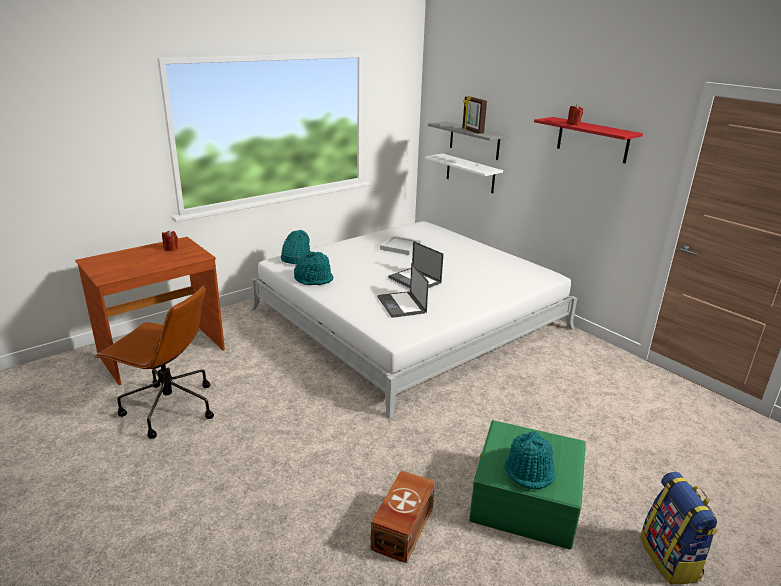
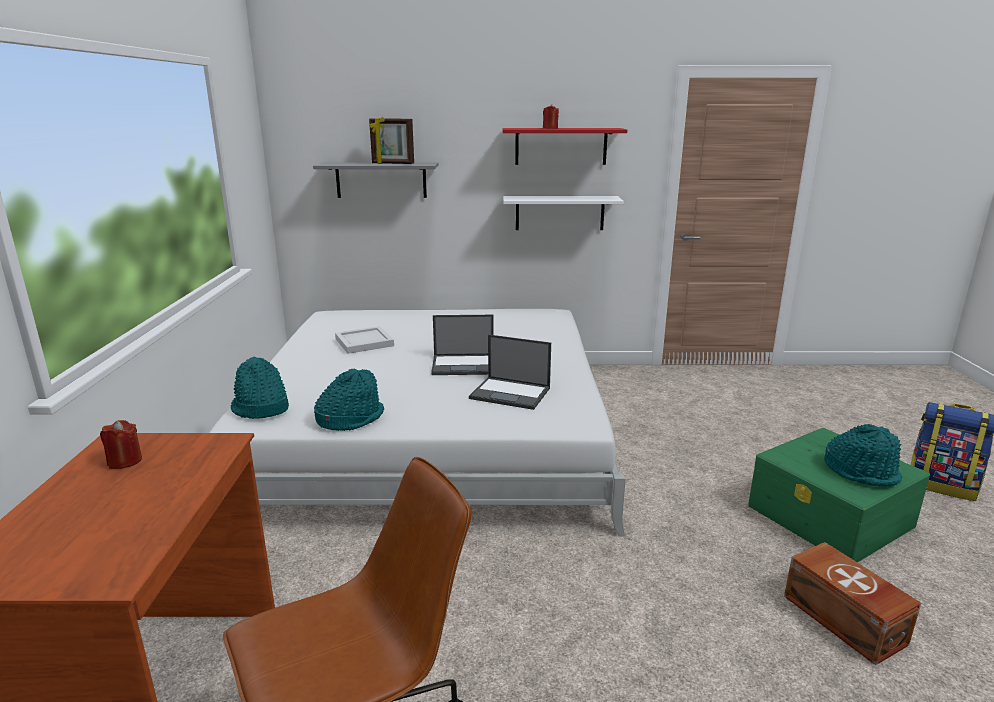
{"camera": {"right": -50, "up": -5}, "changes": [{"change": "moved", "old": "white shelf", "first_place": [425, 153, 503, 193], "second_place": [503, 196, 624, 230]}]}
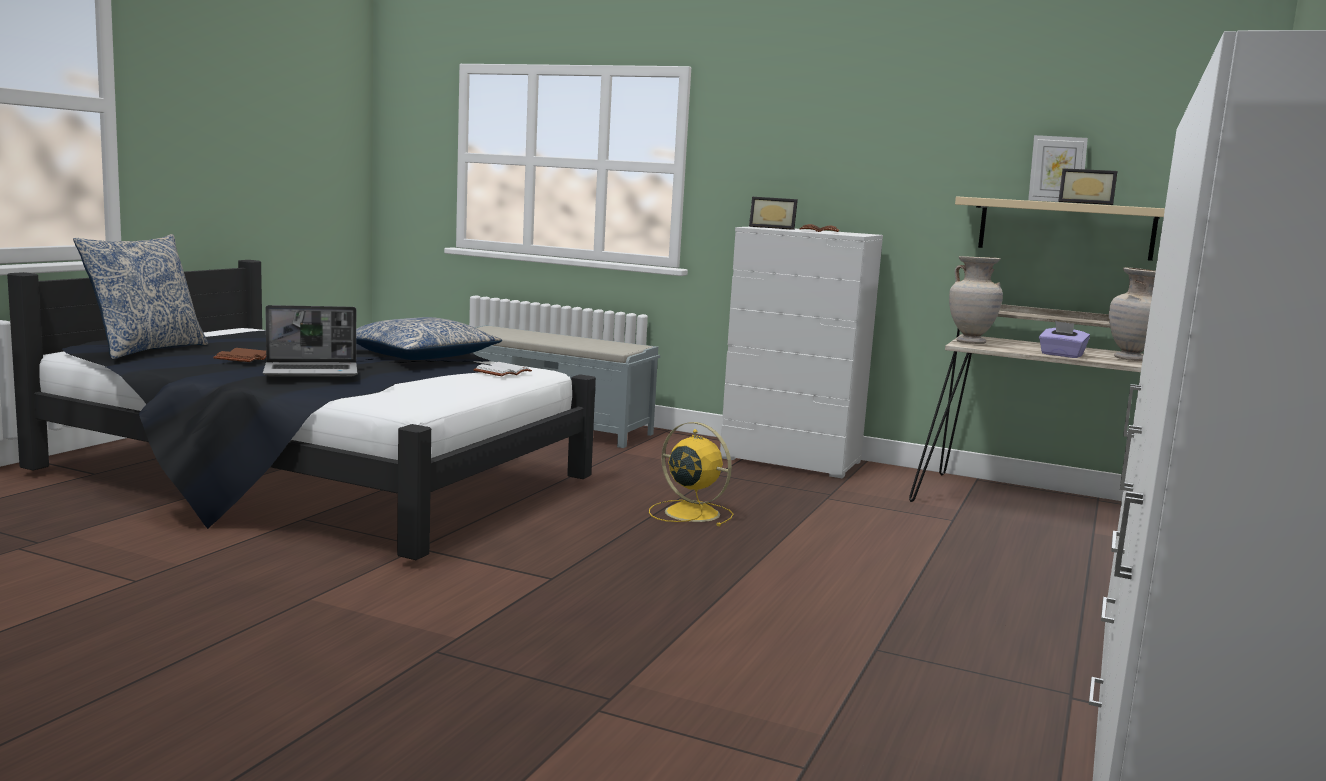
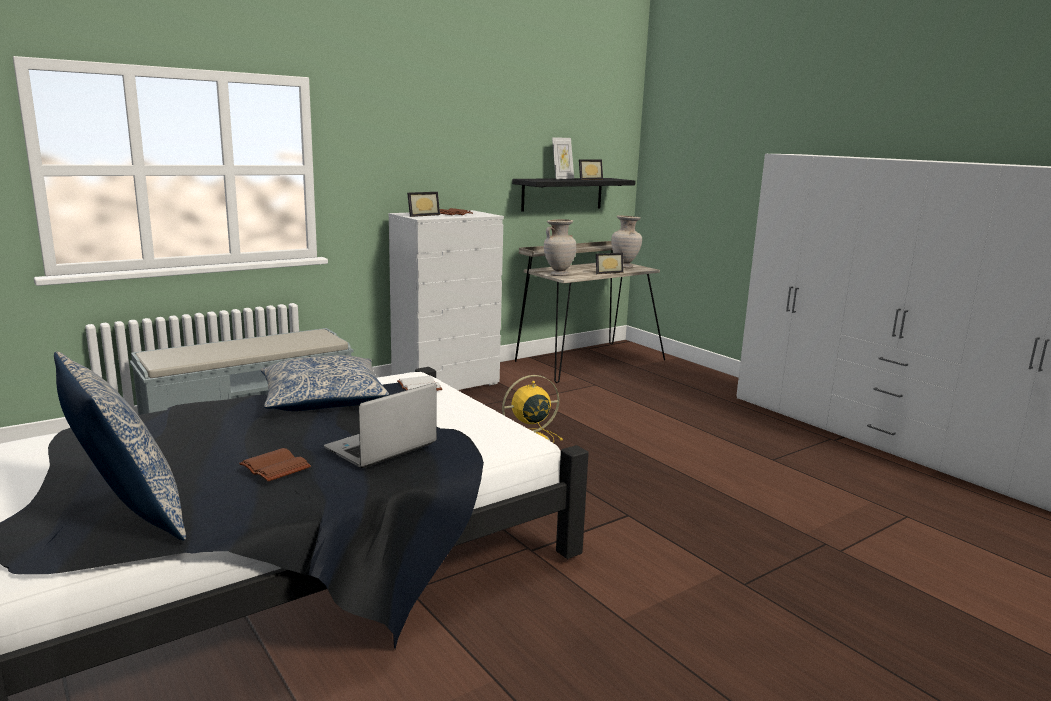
{"camera": {"right": -60, "up": 5}, "changes": [{"change": "replaced", "old": "purple tissue box", "new": "picture frame", "first_place": [1039, 321, 1090, 358], "second_place": [596, 253, 624, 274]}, {"change": "recoloured", "old": "beige shelf", "new": "black shelf", "first_place": [955, 196, 1165, 261], "second_place": [512, 178, 635, 212]}, {"change": "turned", "old": "laptop", "first_place": [263, 305, 358, 376], "second_place": [324, 383, 437, 468], "degrees": -150}]}
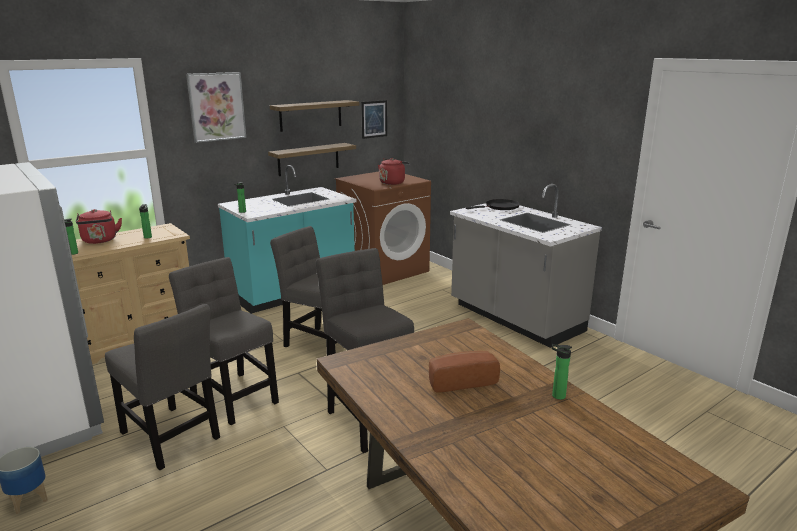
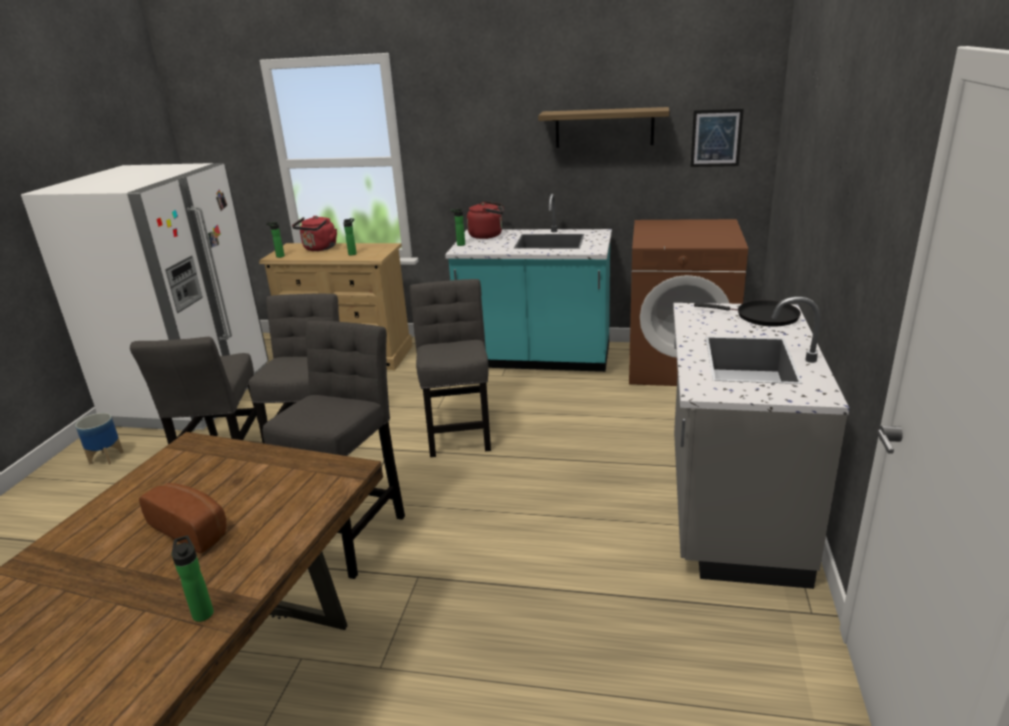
{"camera": {"right": 50, "up": 5}, "changes": [{"change": "removed", "old": "picture", "first_place": [186, 72, 246, 143]}, {"change": "removed", "old": "shelf", "first_place": [268, 143, 356, 176]}, {"change": "moved", "old": "red kettle", "first_place": [378, 158, 410, 185], "second_place": [467, 201, 504, 239]}]}
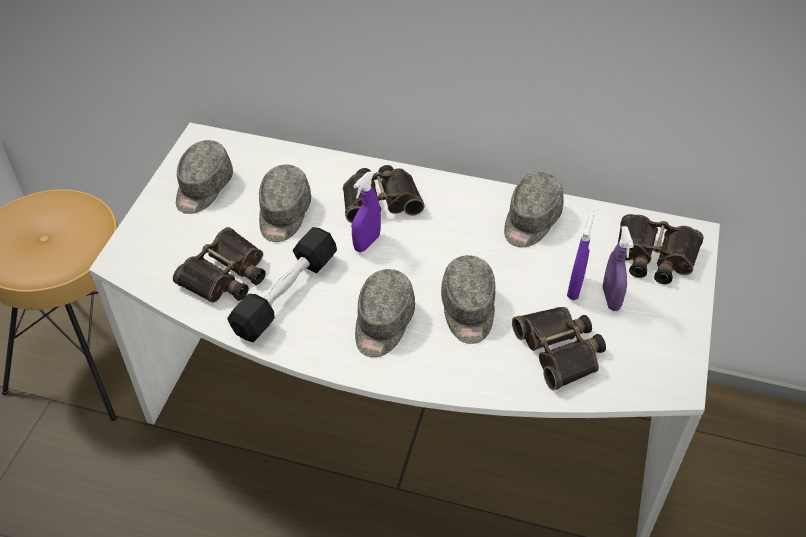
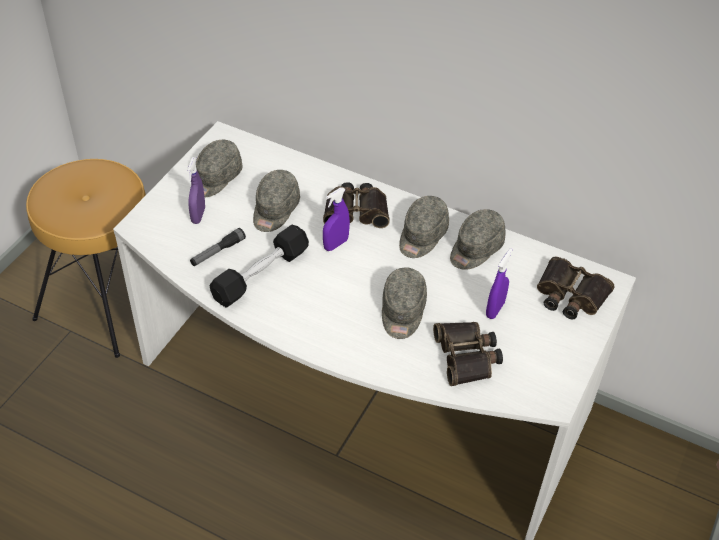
{"camera": {"right": 10, "up": 0}, "changes": [{"change": "moved", "old": "grey cap", "first_place": [355, 269, 415, 357], "second_place": [399, 196, 449, 258]}, {"change": "moved", "old": "purple spray bottle", "first_place": [603, 226, 634, 311], "second_place": [187, 157, 205, 224]}, {"change": "replaced", "old": "binoculars", "new": "flashlight", "first_place": [173, 227, 266, 303], "second_place": [190, 228, 246, 266]}]}
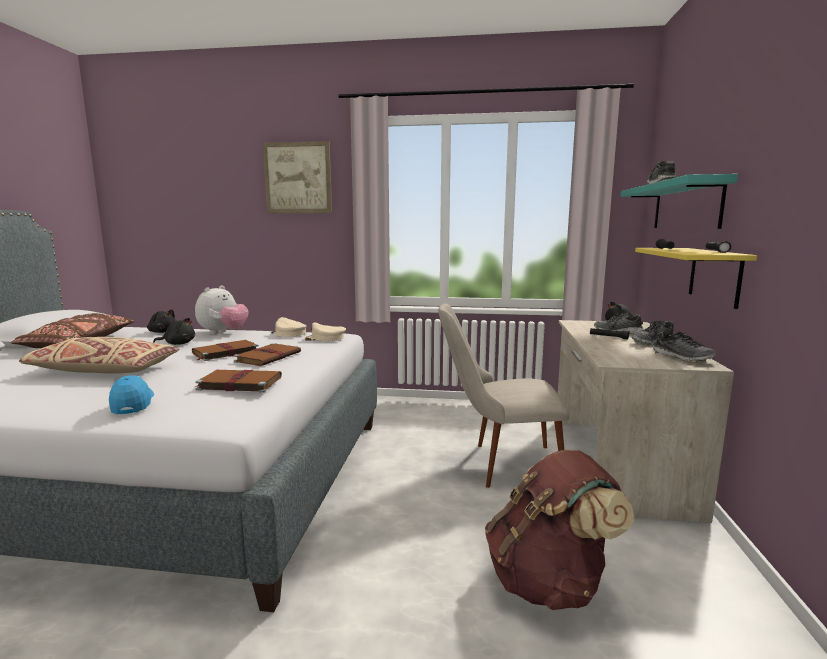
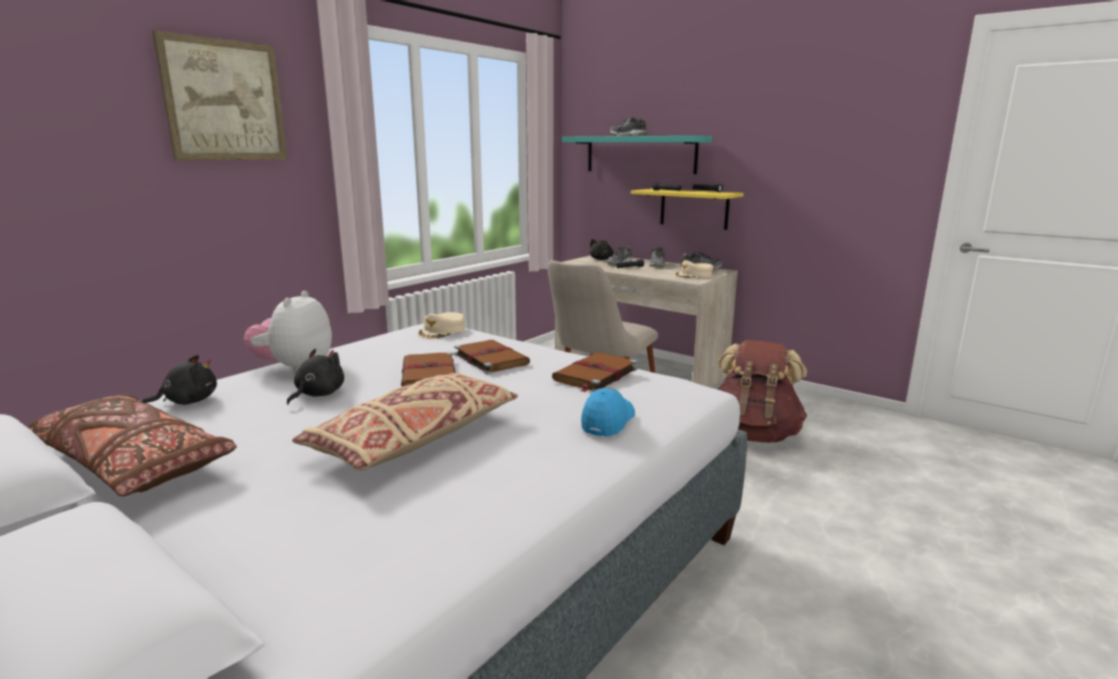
{"camera": {"right": -60, "up": 5}, "changes": [{"change": "moved", "old": "beige cap", "first_place": [271, 317, 306, 337], "second_place": [674, 260, 714, 278]}, {"change": "turned", "old": "blue cap", "first_place": [109, 375, 154, 414], "second_place": [581, 388, 635, 437], "degrees": 105}, {"change": "turned", "old": "plush toy", "first_place": [195, 285, 249, 334], "second_place": [244, 291, 332, 373], "degrees": -135}]}
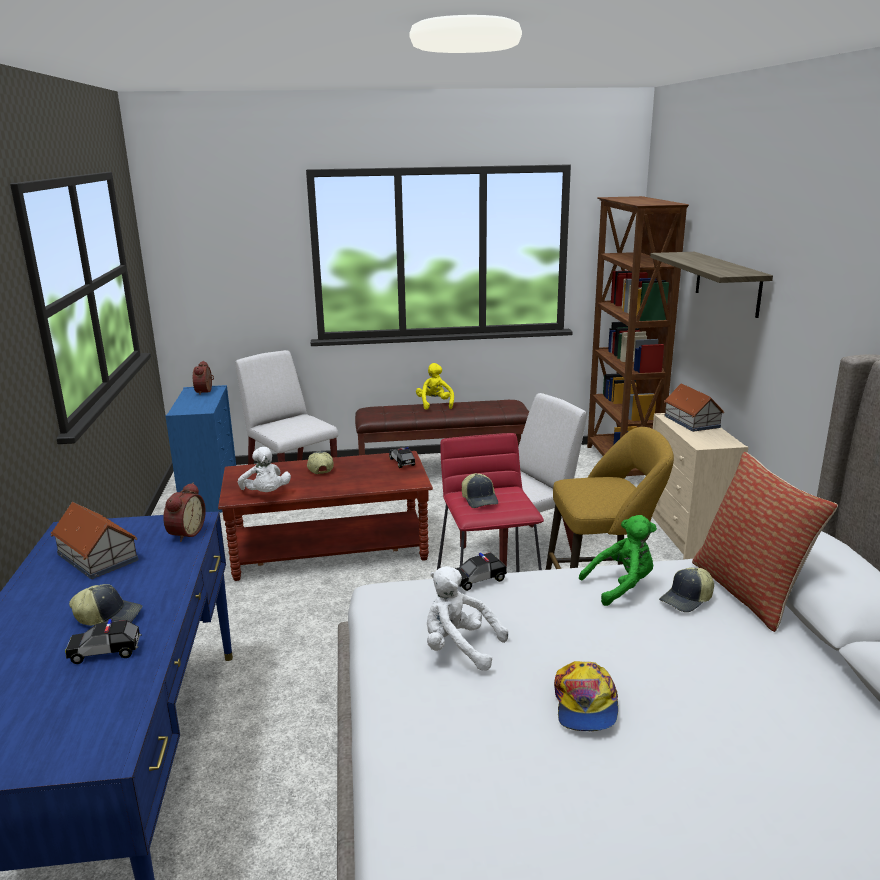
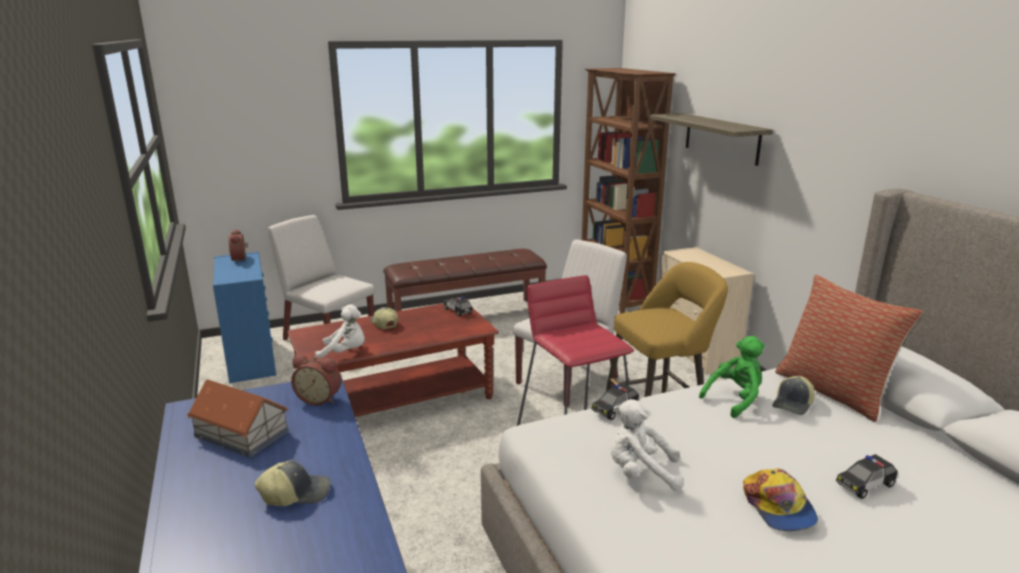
{"camera": {"right": -15, "up": 0}, "changes": [{"change": "removed", "old": "yellow plush toy", "first_place": [416, 363, 454, 410]}, {"change": "removed", "old": "cap", "first_place": [462, 473, 498, 508]}, {"change": "removed", "old": "toy house", "first_place": [664, 383, 724, 432]}, {"change": "moved", "old": "toy car", "first_place": [65, 619, 142, 664], "second_place": [836, 454, 898, 499]}, {"change": "turned", "old": "alarm clock", "first_place": [163, 482, 206, 542], "second_place": [291, 355, 341, 405], "degrees": 105}, {"change": "turned", "old": "white plush toy", "first_place": [238, 447, 291, 492], "second_place": [315, 304, 365, 358], "degrees": -45}]}
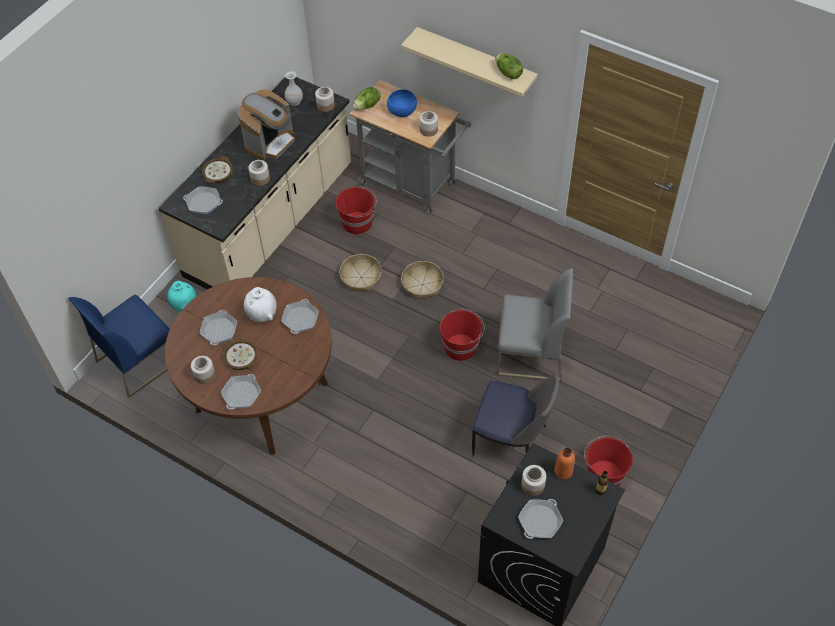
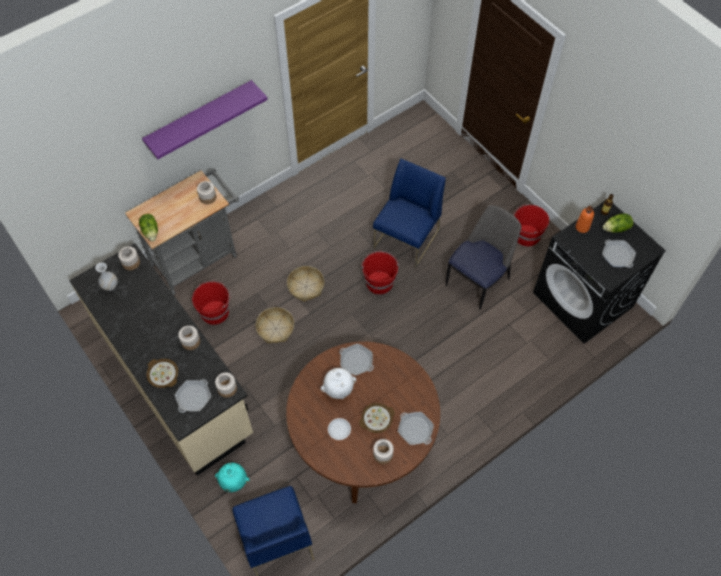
{"camera": {"right": -70, "up": 5}, "changes": [{"change": "removed", "old": "coffee machine", "first_place": [238, 89, 295, 161]}, {"change": "removed", "old": "blue bowl", "first_place": [387, 89, 417, 117]}, {"change": "moved", "old": "lettuce", "first_place": [495, 53, 523, 79], "second_place": [603, 213, 633, 233]}, {"change": "moved", "old": "jar", "first_place": [521, 465, 546, 496], "second_place": [215, 372, 237, 398]}, {"change": "replaced", "old": "frying pan", "new": "white plate", "first_place": [200, 310, 237, 345], "second_place": [328, 418, 351, 440]}, {"change": "recoloured", "old": "beige shelf", "new": "purple shelf", "first_place": [401, 27, 538, 97], "second_place": [142, 80, 268, 159]}, {"change": "recoloured", "old": "grey chair", "new": "blue chair", "first_place": [497, 268, 573, 382], "second_place": [373, 158, 446, 268]}]}
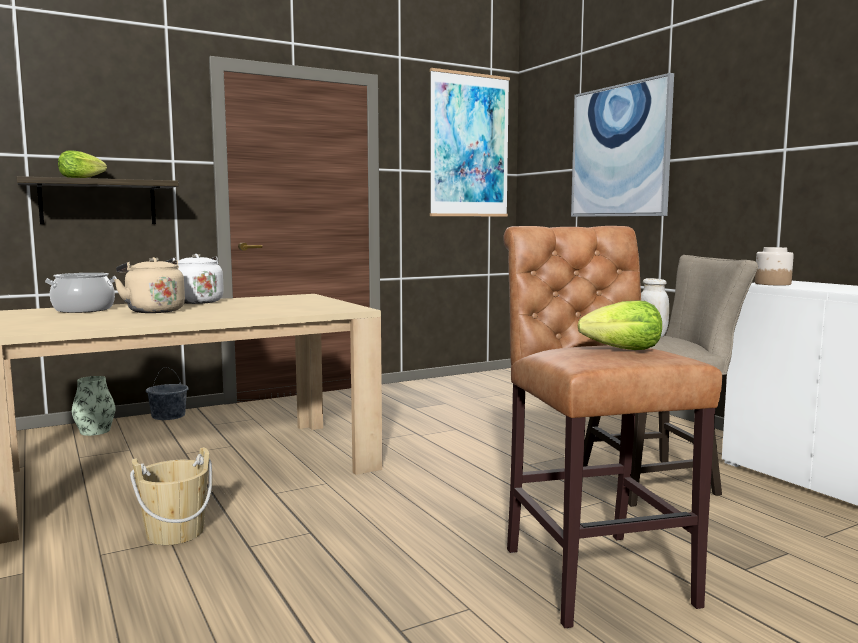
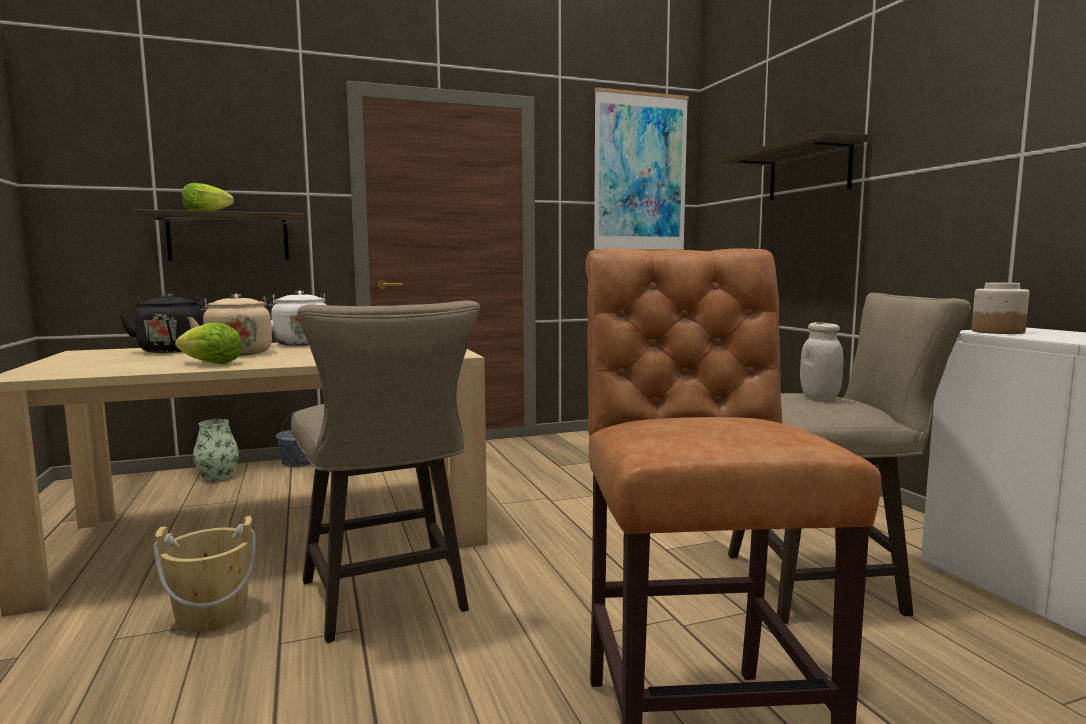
{"camera": {"right": 10, "up": 0}, "changes": [{"change": "added", "new": "beige stool", "second_place": [291, 300, 480, 643]}, {"change": "moved", "old": "lettuce", "first_place": [577, 300, 662, 350], "second_place": [175, 323, 242, 364]}, {"change": "replaced", "old": "cooking pot", "new": "black kettle", "first_place": [45, 273, 117, 313], "second_place": [119, 293, 203, 353]}, {"change": "replaced", "old": "picture", "new": "shelf", "first_place": [571, 73, 674, 217], "second_place": [722, 131, 869, 200]}]}
